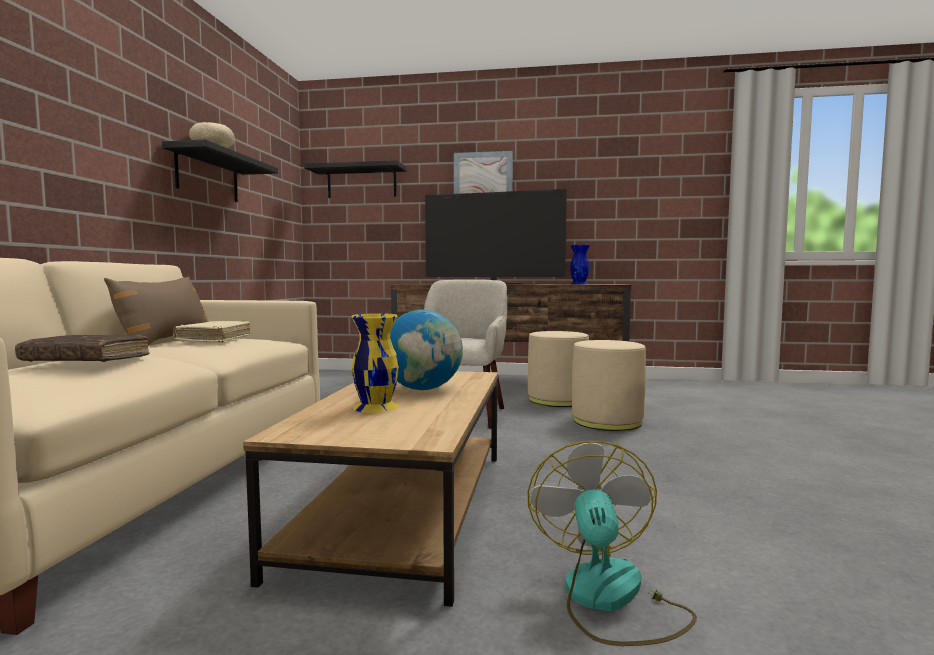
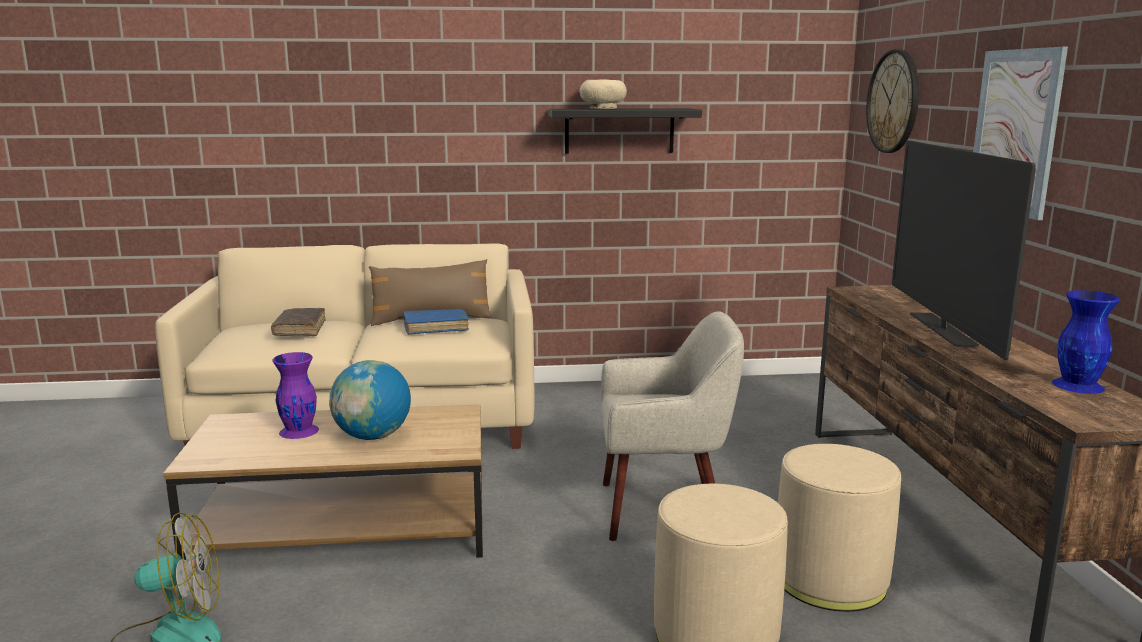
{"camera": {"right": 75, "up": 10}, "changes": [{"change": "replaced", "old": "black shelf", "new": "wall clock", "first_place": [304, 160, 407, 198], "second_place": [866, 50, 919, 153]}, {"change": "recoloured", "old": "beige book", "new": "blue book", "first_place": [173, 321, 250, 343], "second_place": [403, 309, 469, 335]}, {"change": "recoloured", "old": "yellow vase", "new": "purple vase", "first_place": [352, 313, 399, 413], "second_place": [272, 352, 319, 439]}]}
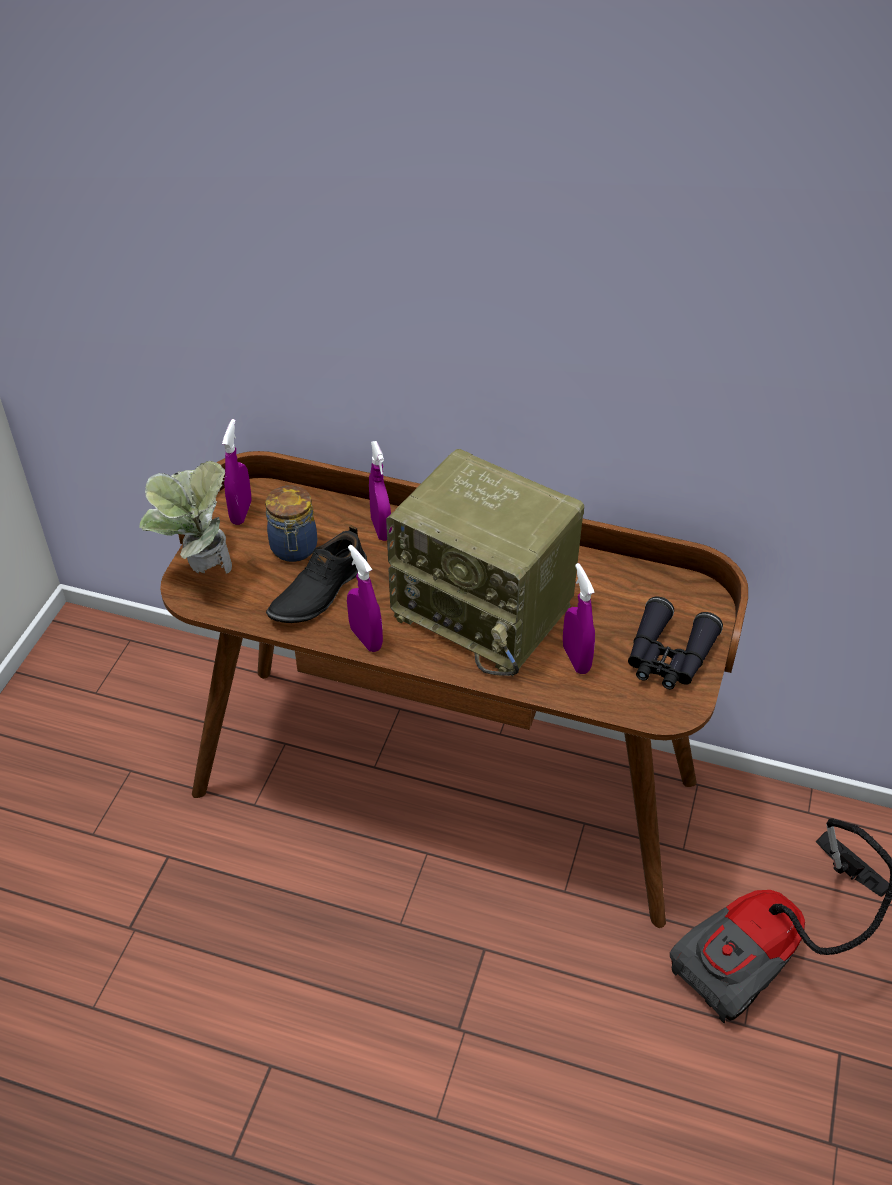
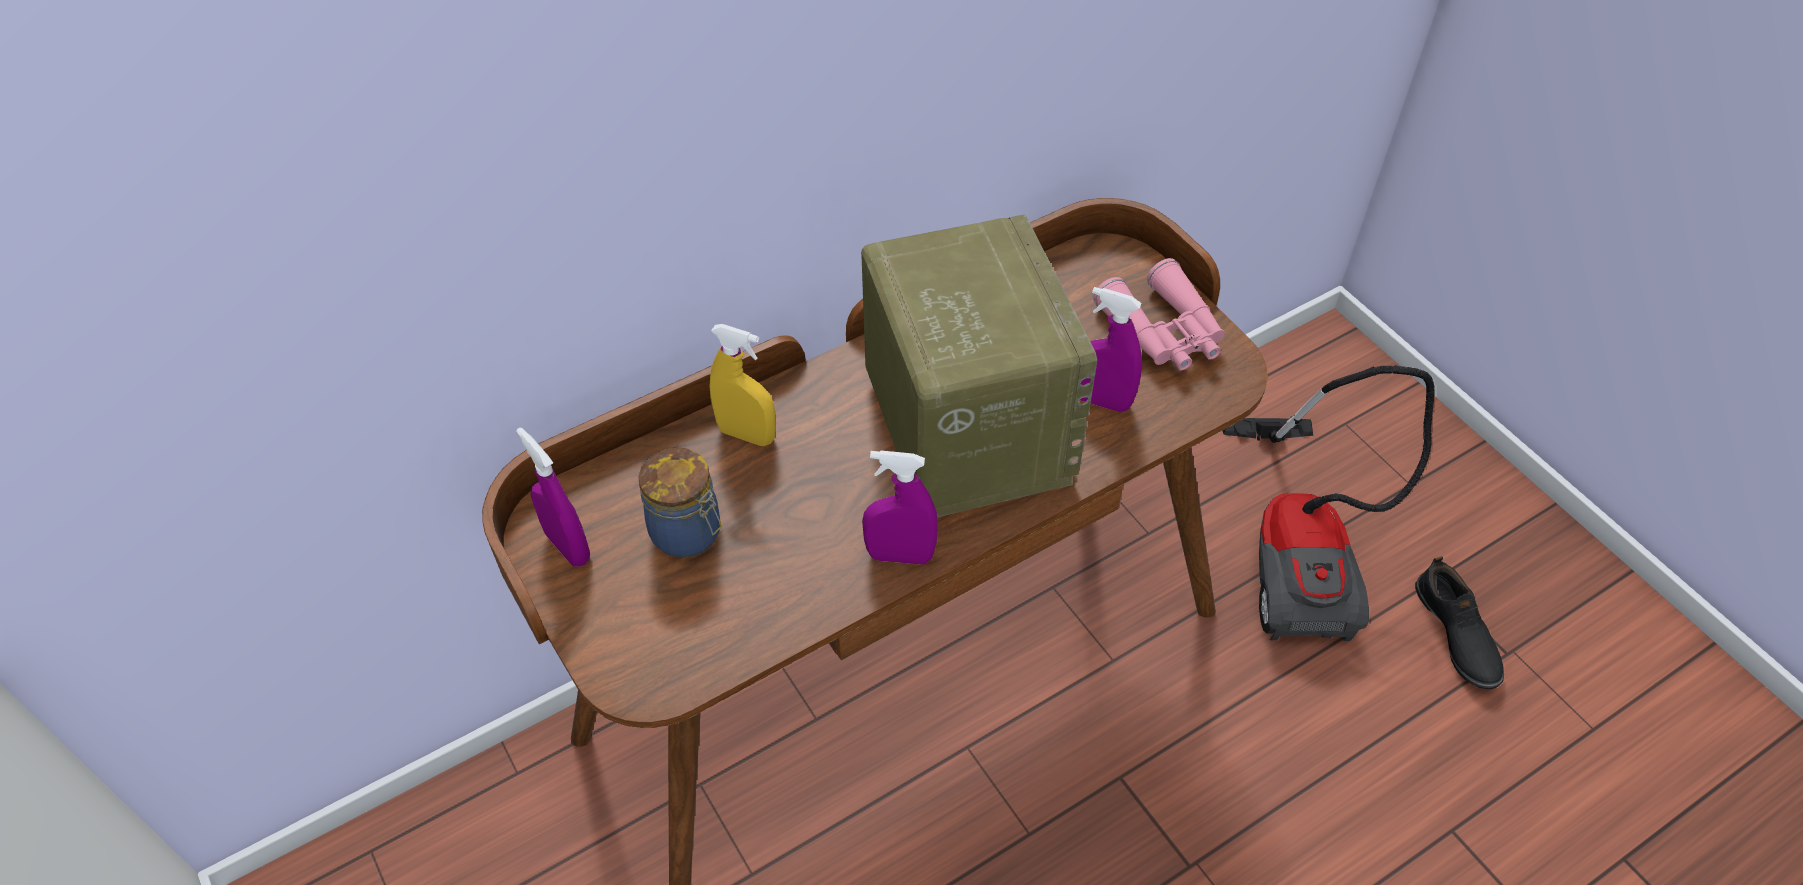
{"camera": {"right": -50, "up": 5}, "changes": [{"change": "removed", "old": "potted plant", "first_place": [139, 461, 232, 574]}, {"change": "moved", "old": "black shoe", "first_place": [266, 526, 367, 623], "second_place": [1415, 556, 1504, 689]}, {"change": "recoloured", "old": "purple spray bottle", "new": "yellow spray bottle", "first_place": [369, 441, 392, 541], "second_place": [710, 324, 776, 446]}, {"change": "recoloured", "old": "black binoculars", "new": "pink binoculars", "first_place": [628, 596, 723, 689], "second_place": [1093, 258, 1225, 370]}, {"change": "turned", "old": "radio", "first_place": [386, 449, 584, 676], "second_place": [861, 215, 1097, 517], "degrees": -90}]}
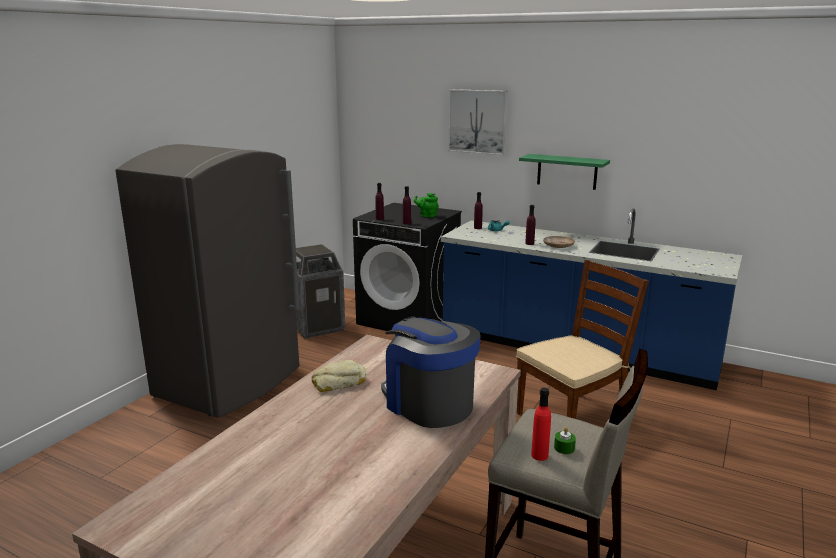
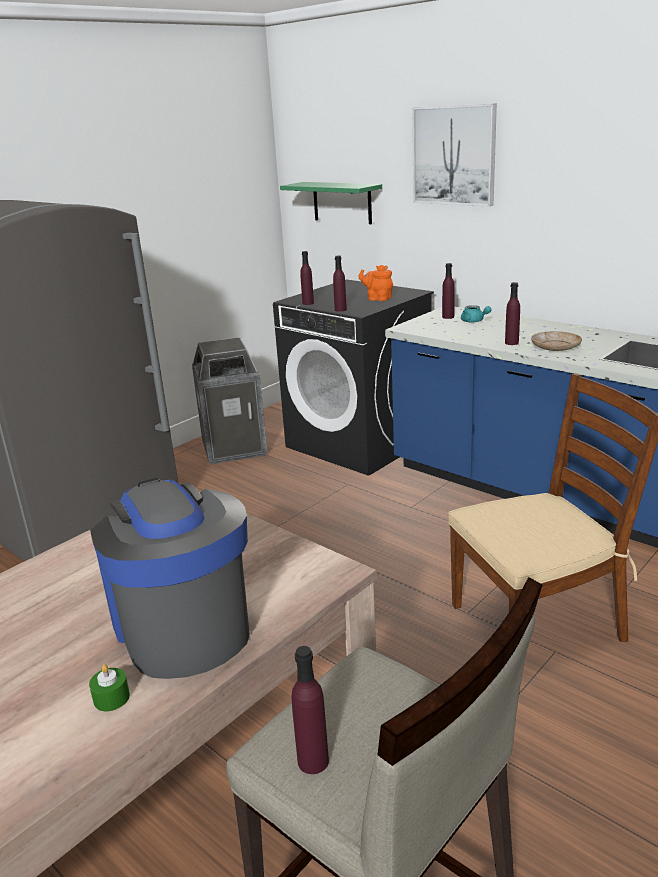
{"camera": {"right": 15, "up": 5}, "changes": [{"change": "removed", "old": "bread", "first_place": [311, 360, 366, 392]}, {"change": "moved", "old": "green shelf", "first_place": [519, 154, 610, 190], "second_place": [280, 182, 382, 224]}, {"change": "moved", "old": "green candle", "first_place": [554, 427, 576, 454], "second_place": [89, 664, 130, 711]}, {"change": "recoloured", "old": "green teapot", "new": "orange teapot", "first_place": [414, 193, 439, 218], "second_place": [358, 265, 393, 301]}, {"change": "recoloured", "old": "red bottle", "new": "purple bottle", "first_place": [531, 388, 551, 461], "second_place": [292, 646, 329, 774]}]}
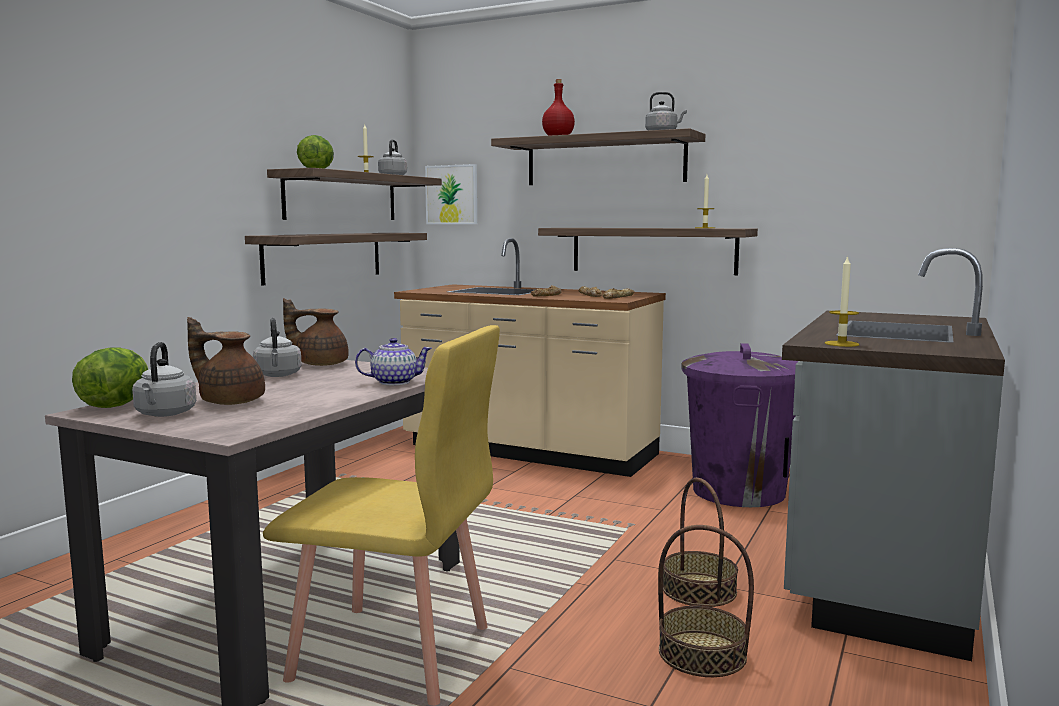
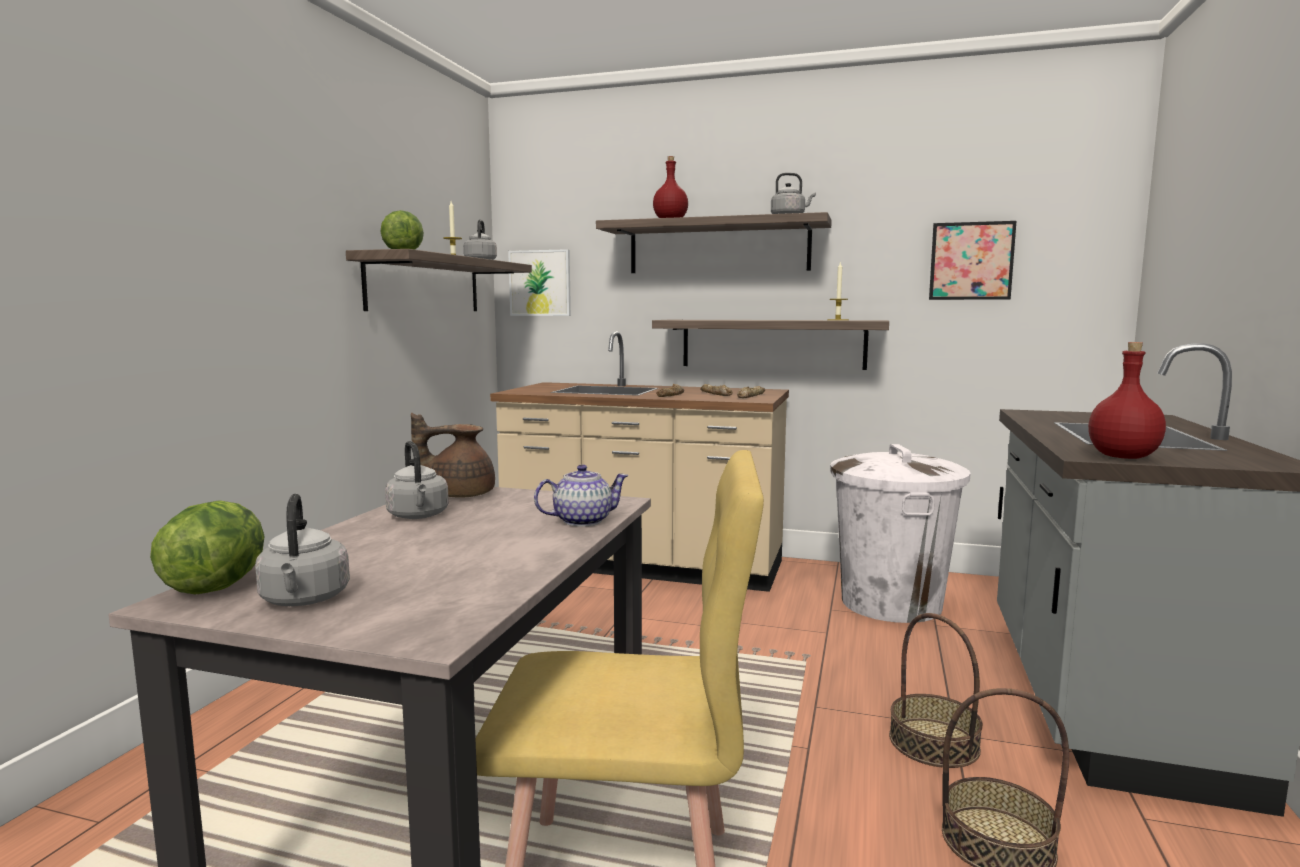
{"camera": {"right": -10, "up": 0}, "changes": [{"change": "removed", "old": "brown teapot", "first_place": [187, 317, 265, 405]}, {"change": "removed", "old": "shelf", "first_place": [245, 233, 427, 286]}, {"change": "added", "new": "picture", "second_place": [929, 221, 1016, 300]}, {"change": "replaced", "old": "candle", "new": "red bottle", "first_place": [825, 255, 859, 347], "second_place": [1088, 342, 1166, 459]}, {"change": "recoloured", "old": "purple trash can", "new": "white trash can", "first_place": [681, 343, 799, 507], "second_place": [830, 444, 971, 623]}]}
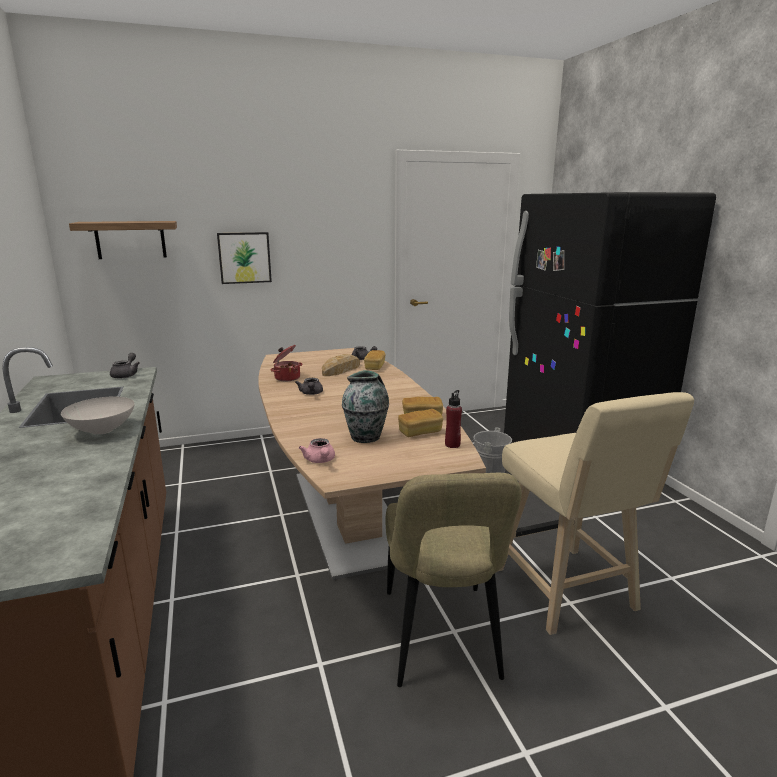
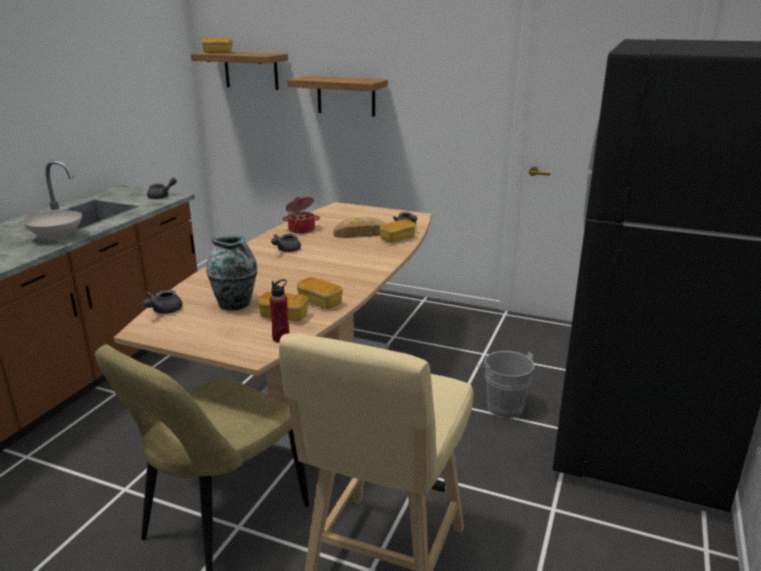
{"camera": {"right": 40, "up": 5}, "changes": [{"change": "added", "new": "bread", "second_place": [202, 38, 232, 53]}, {"change": "replaced", "old": "picture", "new": "shelf", "first_place": [217, 232, 272, 284], "second_place": [286, 76, 388, 117]}, {"change": "recoloured", "old": "pink teapot", "new": "grey teapot", "first_place": [299, 438, 335, 463], "second_place": [143, 290, 182, 314]}]}
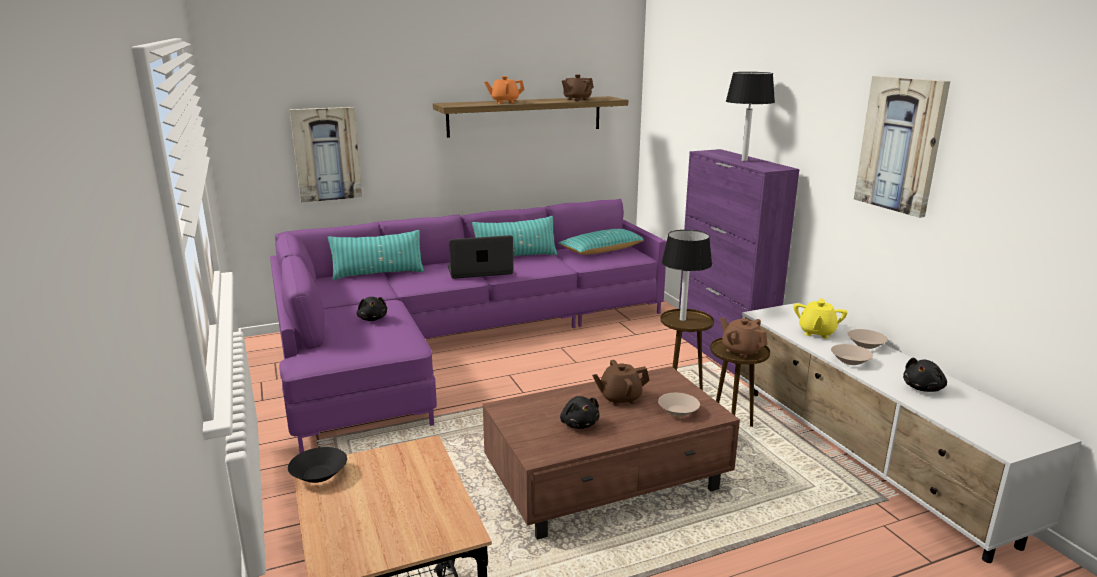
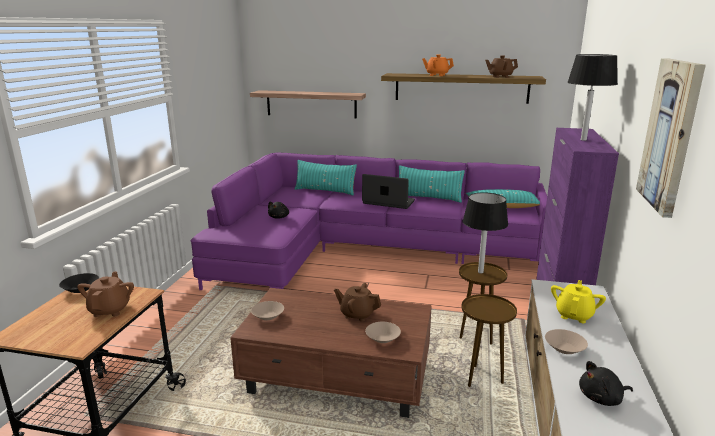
{"camera": {"right": 35, "up": 0}, "changes": [{"change": "removed", "old": "black plush toy", "first_place": [560, 396, 600, 429]}, {"change": "moved", "old": "brown teapot", "first_place": [720, 317, 768, 358], "second_place": [77, 271, 134, 317]}, {"change": "moved", "old": "beige bowl", "first_place": [847, 329, 888, 349], "second_place": [251, 301, 284, 320]}, {"change": "replaced", "old": "picture", "new": "shelf", "first_place": [289, 107, 362, 203], "second_place": [250, 90, 366, 118]}, {"change": "turned", "old": "yellow teapot", "first_place": [794, 298, 847, 339], "second_place": [551, 280, 606, 323], "degrees": 150}]}
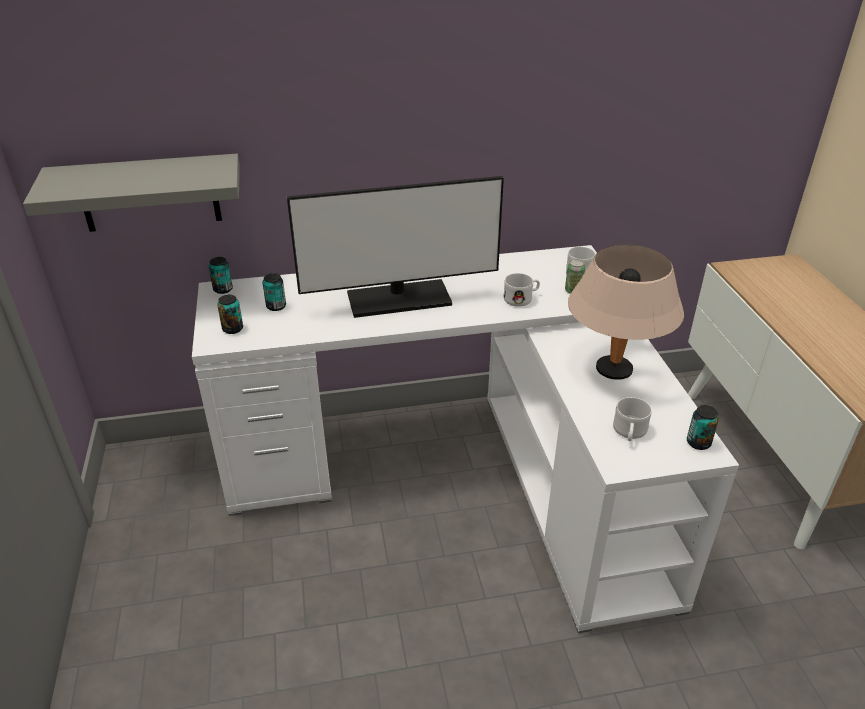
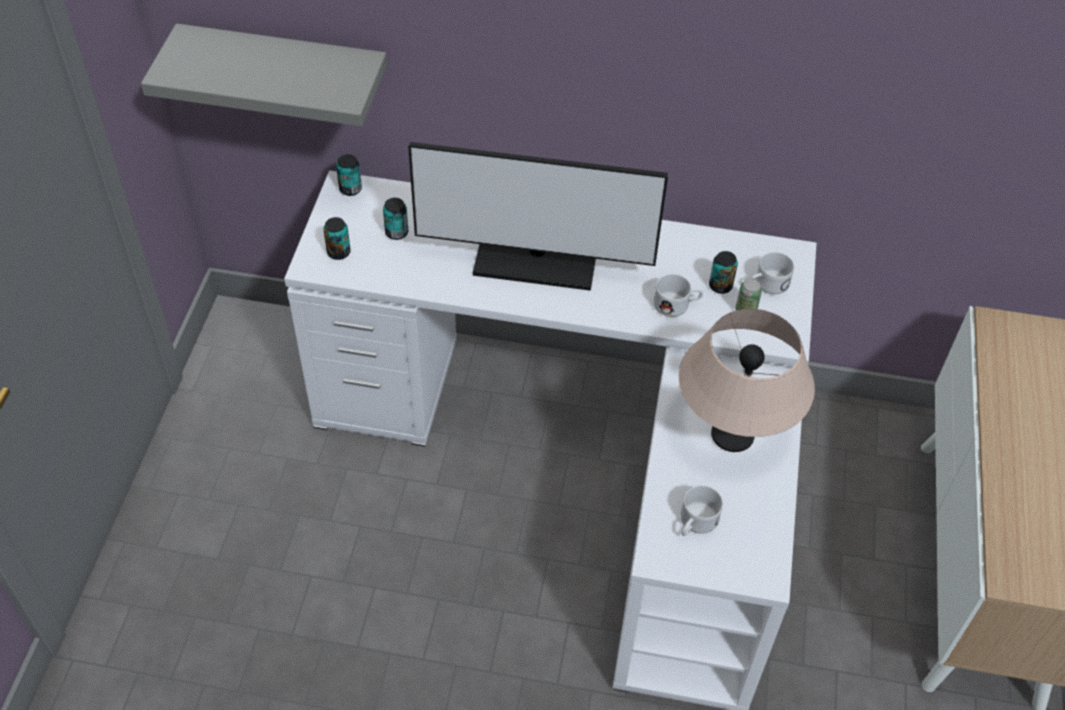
{"camera": {"right": 20, "up": 15}, "changes": [{"change": "moved", "old": "can", "first_place": [687, 405, 719, 450], "second_place": [709, 251, 738, 294]}]}
